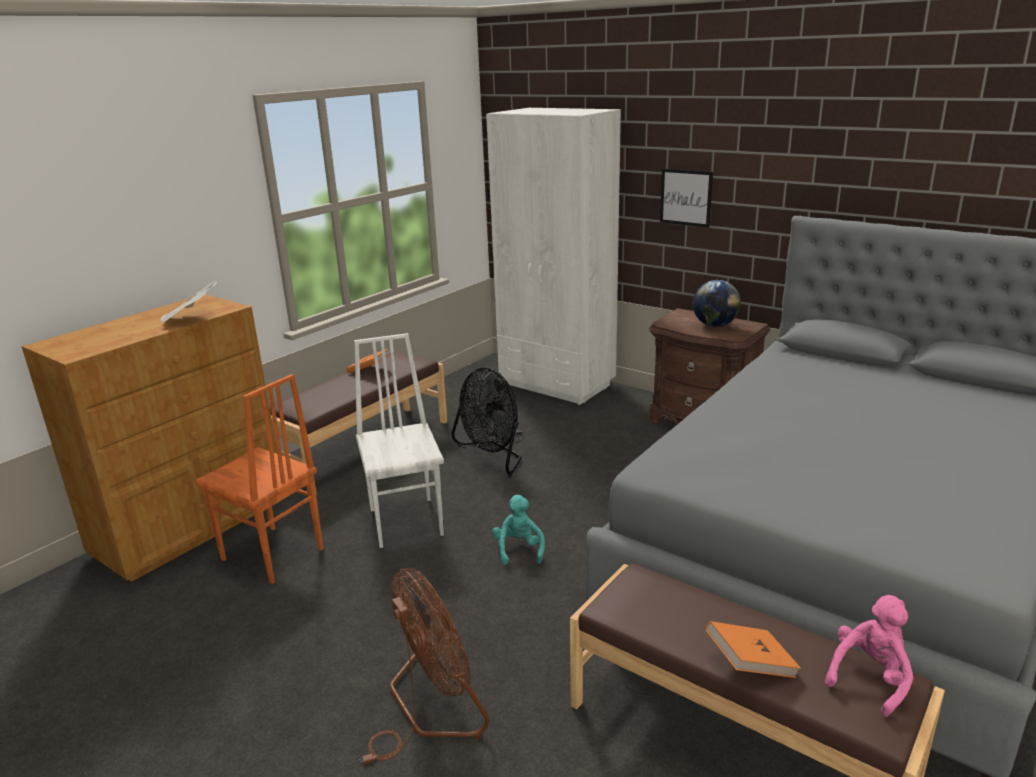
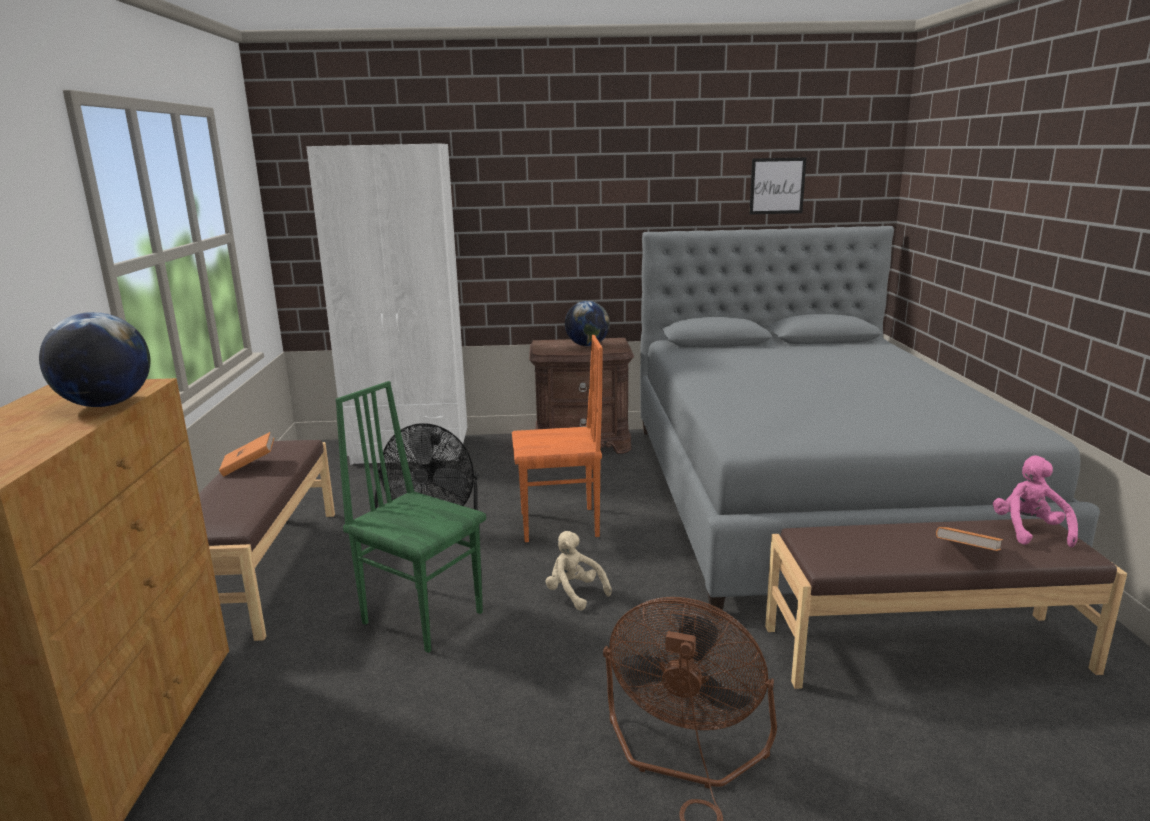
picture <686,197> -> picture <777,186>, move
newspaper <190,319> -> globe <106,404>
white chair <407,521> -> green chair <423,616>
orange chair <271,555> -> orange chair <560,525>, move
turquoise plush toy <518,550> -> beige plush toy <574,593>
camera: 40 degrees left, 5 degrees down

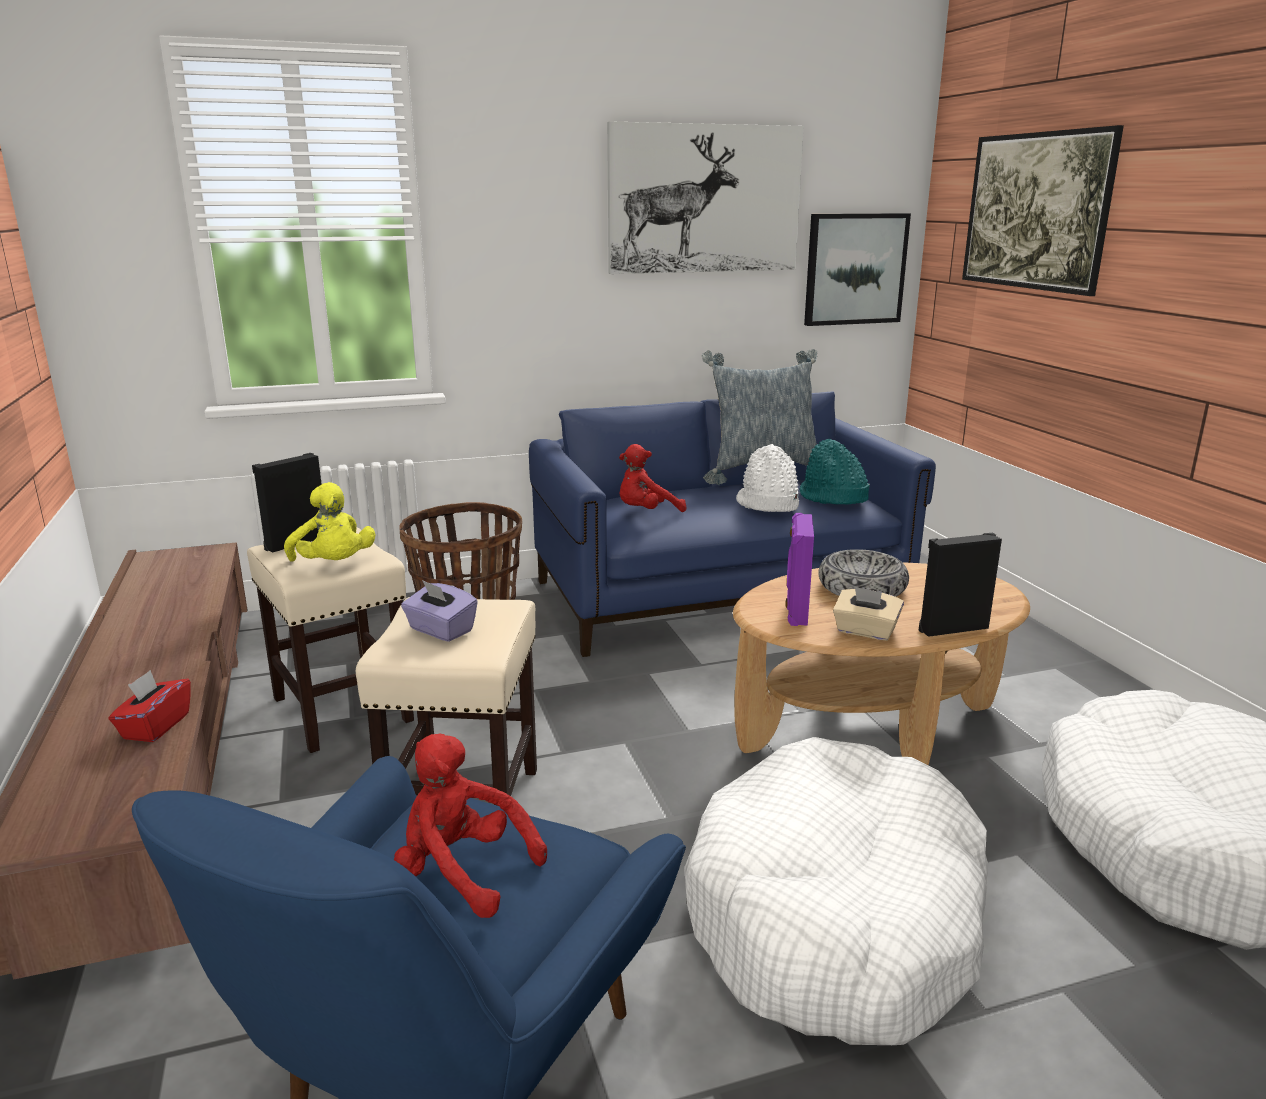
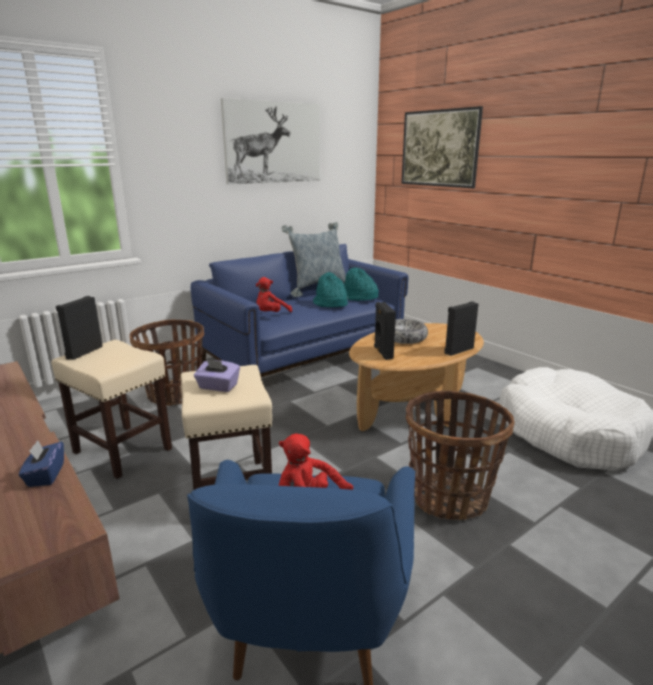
picture <855,269> -> none
white hat <767,504> -> turquoise hat <330,304>
yellow plush toy <334,565> -> none
purple speaker <795,611> -> black speaker <382,353>
beige tissue box <865,631> -> none
red tissue box <155,726> -> blue tissue box <45,475>
white dog bed <836,916> -> basket <449,498>
camera: 20 degrees left, 0 degrees up

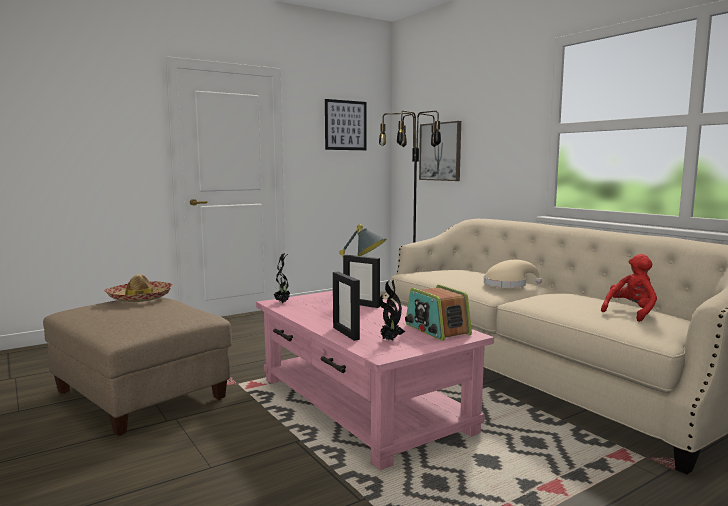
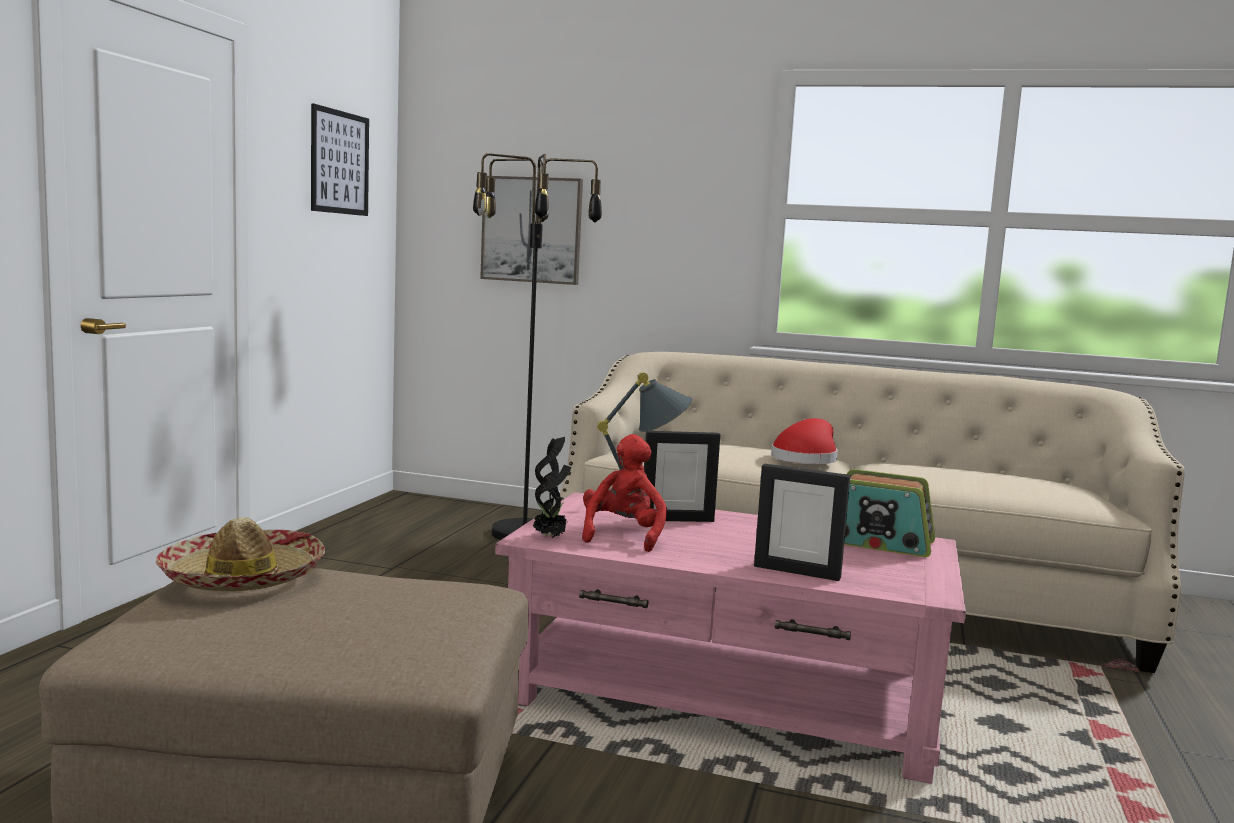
red plush toy <631,313> -> red plush toy <623,536>, move
beige hat <508,284> -> red hat <806,459>
potted plant <390,340> -> none
camera: 40 degrees left, 0 degrees up

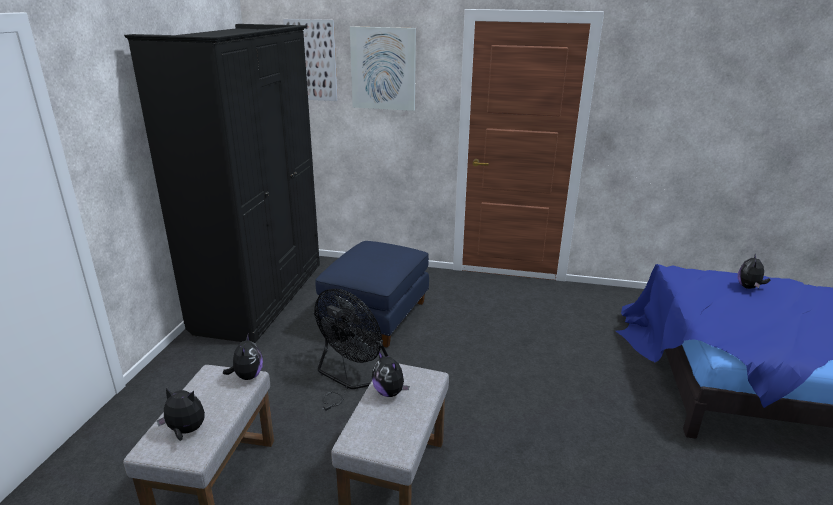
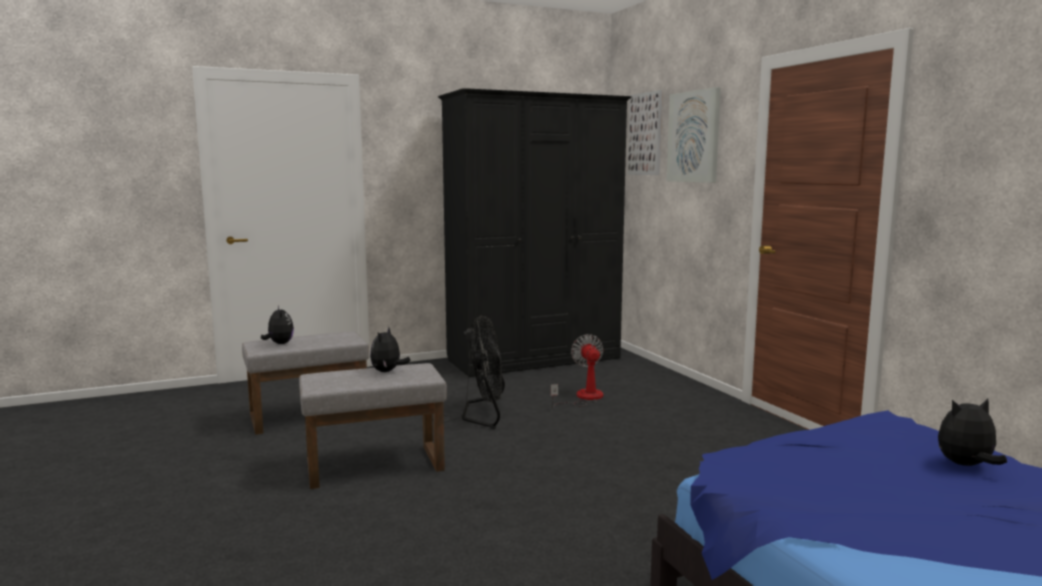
blue ottoman <376,316> -> fan <583,398>
plush toy <247,376> -> none
camera: 55 degrees right, 15 degrees down

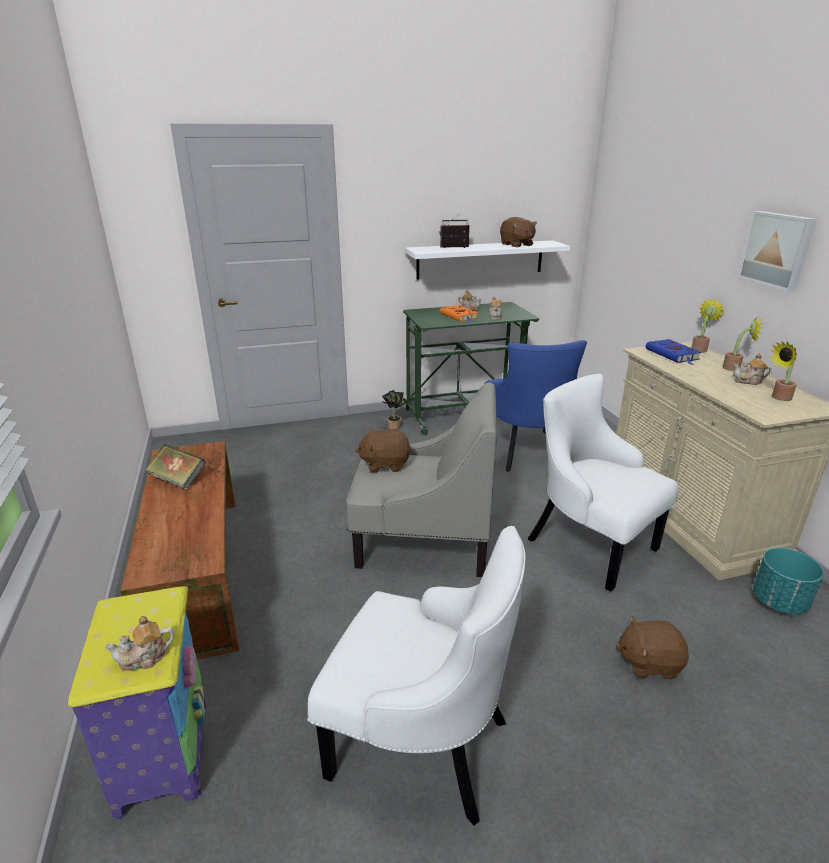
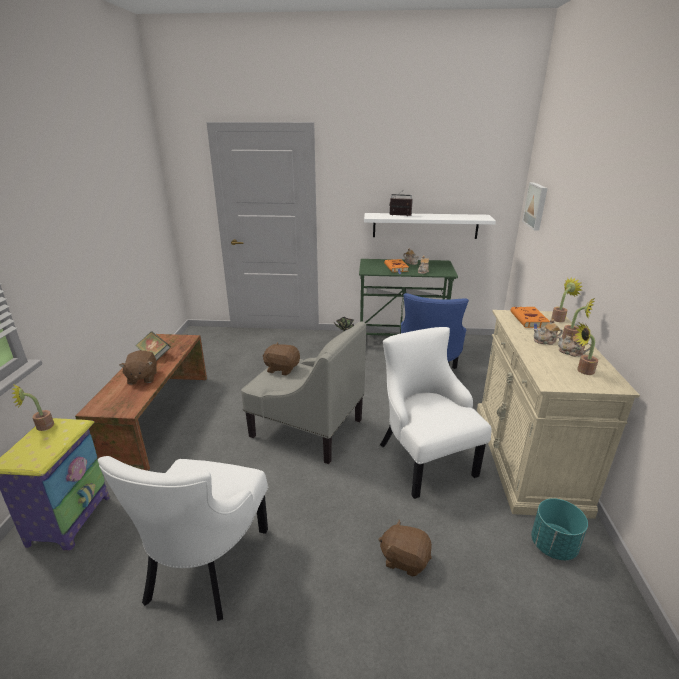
picture <777,250> -> picture <536,205>, move
brown plush toy <516,245> -> brown plush toy <142,378>, move
blue book <673,355> -> orange book <529,320>
white chair <417,744> -> white chair <207,561>, 60 degrees clockwise
teapot <144,658> -> teapot <545,341>, move
none -> potted plant <41,427>
camera: 20 degrees right, 0 degrees up

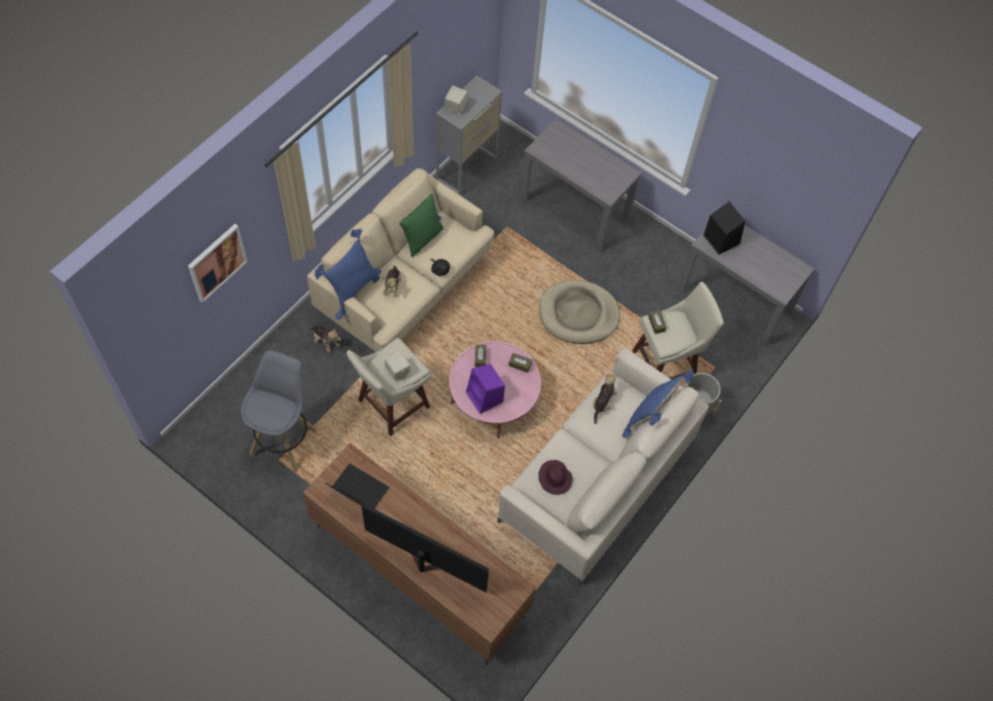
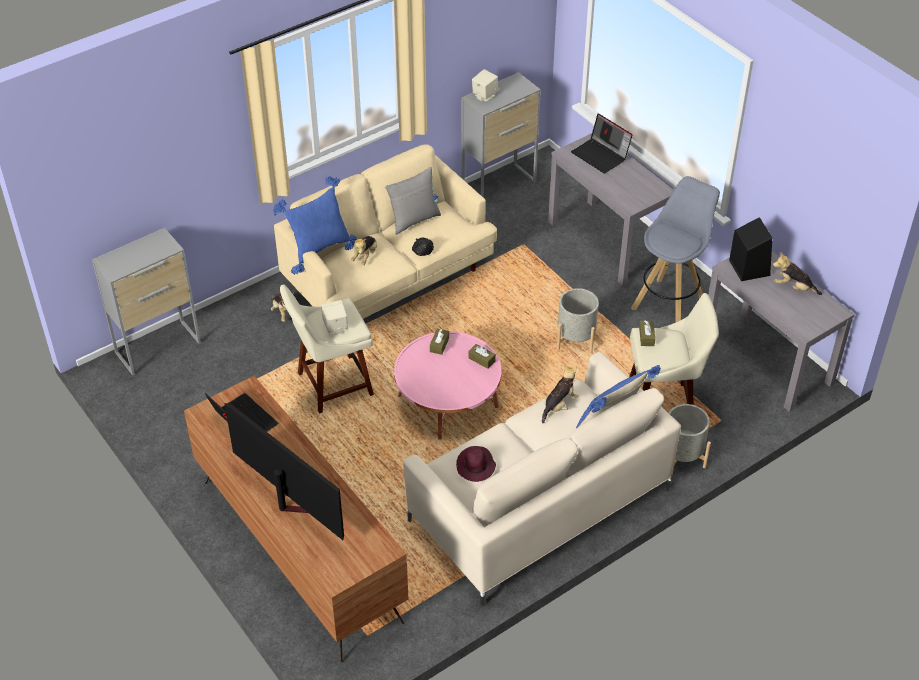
green pillow <422,239> -> grey pillow <414,220>
picture <216,262> -> none
beige dog bed <578,314> -> grey planter <575,339>
grey stool <285,440> -> grey stool <670,304>, move
purple speaker <485,397> -> none
none -> laptop <601,155>
none -> grey cabinet <159,347>
none -> plush toy <794,287>
camera: 20 degrees right, 15 degrees down

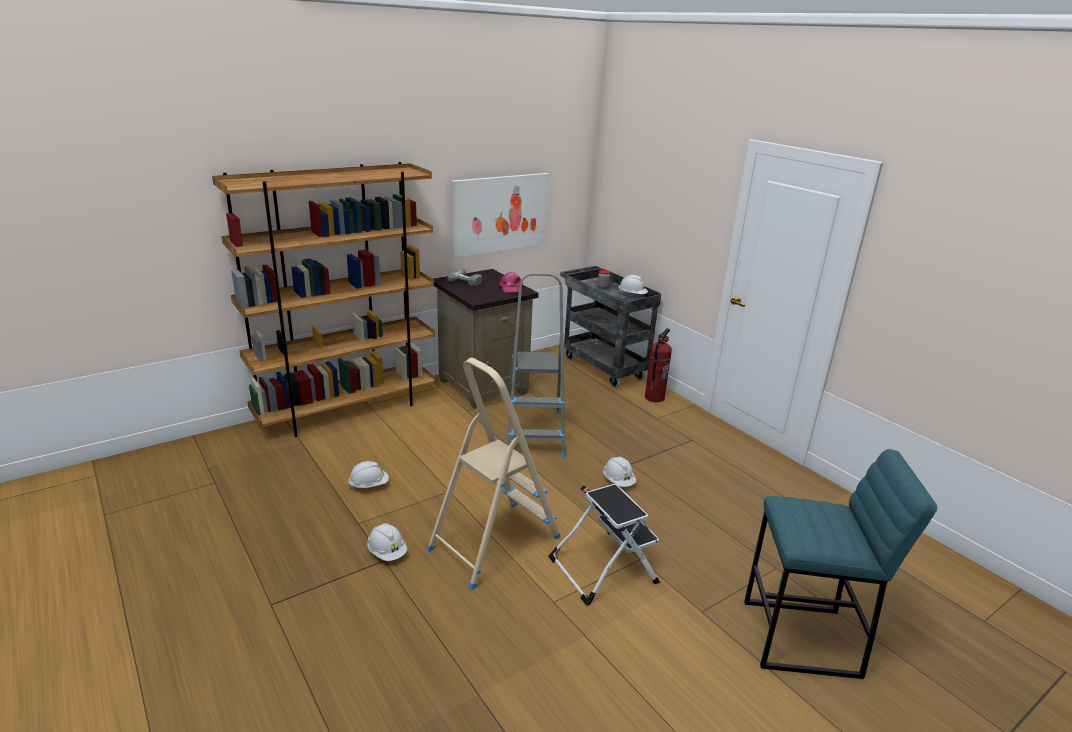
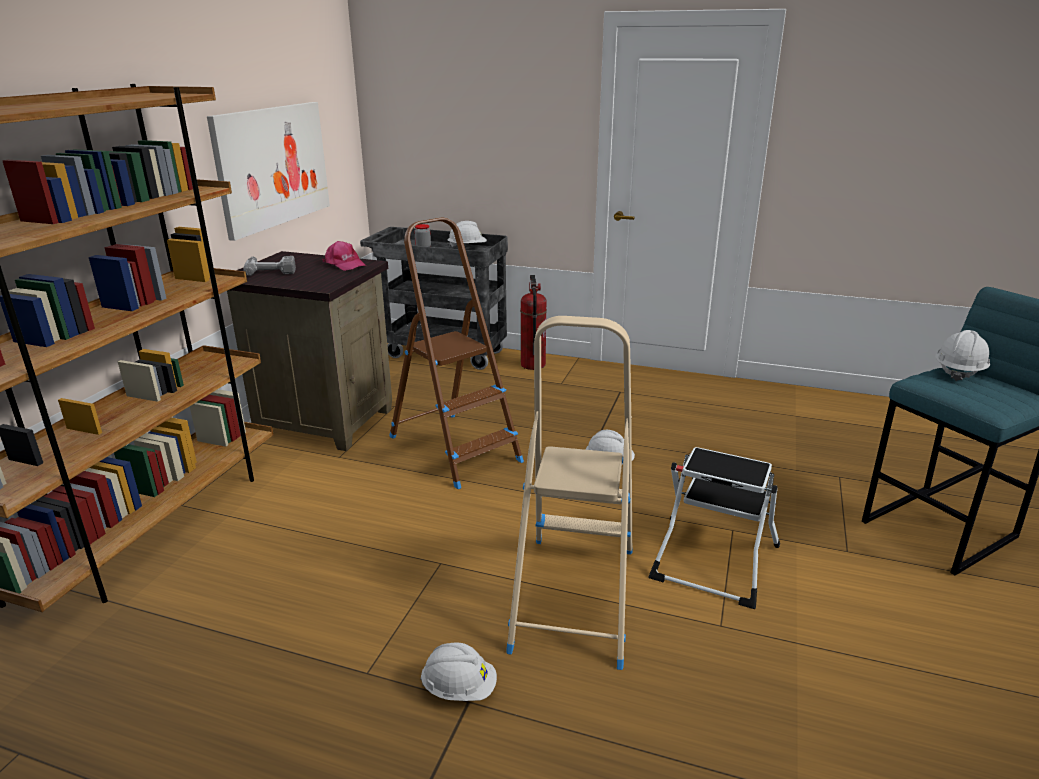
grey step ladder <534,432> -> brown step ladder <455,449>
white hard hat <369,485> -> white hard hat <958,371>, move
camera: 35 degrees left, 0 degrees up

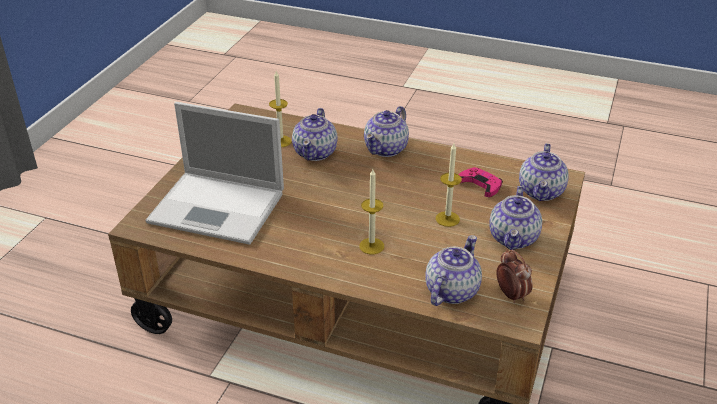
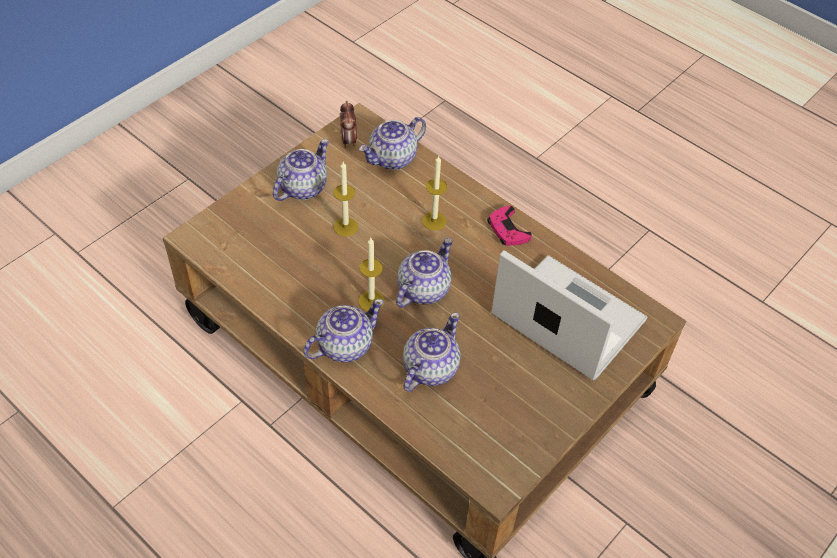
candle <280,141> -> candle <371,301>, move
teapot <542,192> -> teapot <423,289>, move
pink game controller <480,184> -> pink game controller <507,230>, move
camera: 160 degrees left, 15 degrees up

